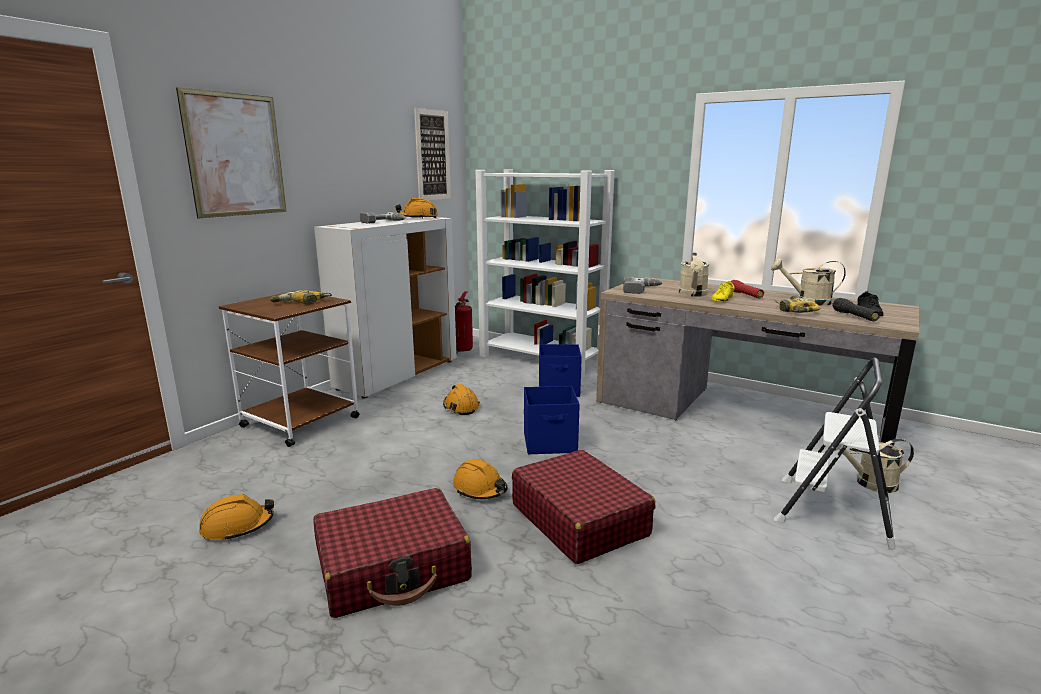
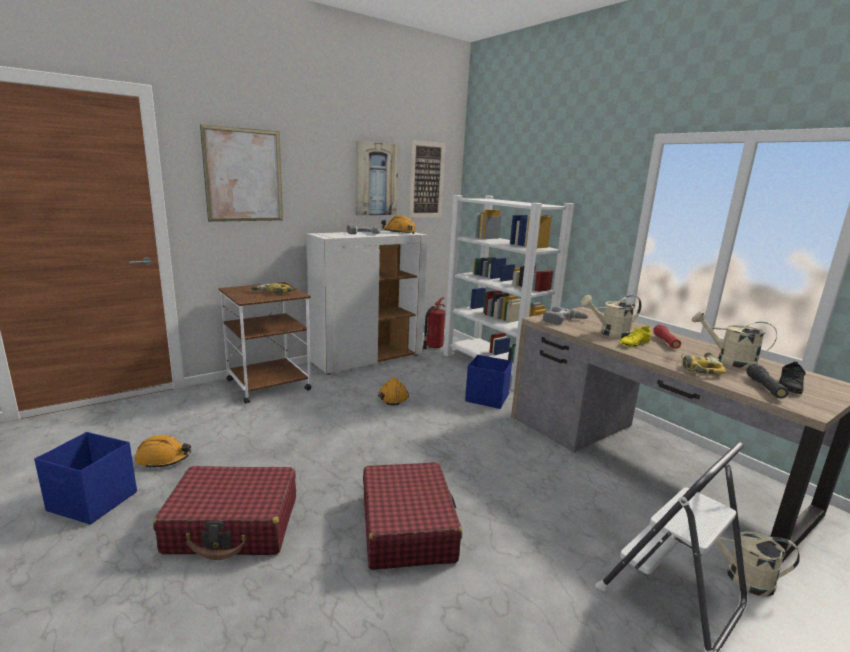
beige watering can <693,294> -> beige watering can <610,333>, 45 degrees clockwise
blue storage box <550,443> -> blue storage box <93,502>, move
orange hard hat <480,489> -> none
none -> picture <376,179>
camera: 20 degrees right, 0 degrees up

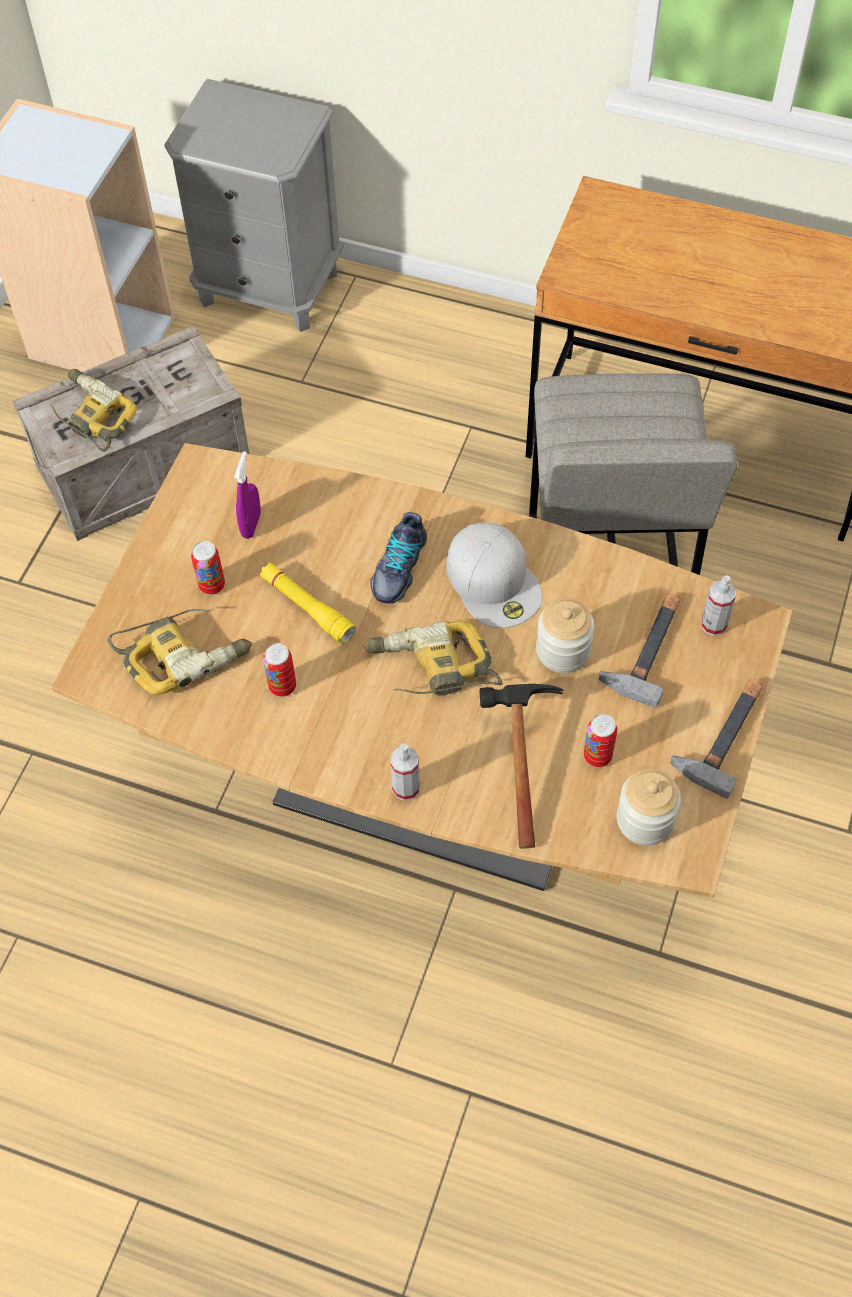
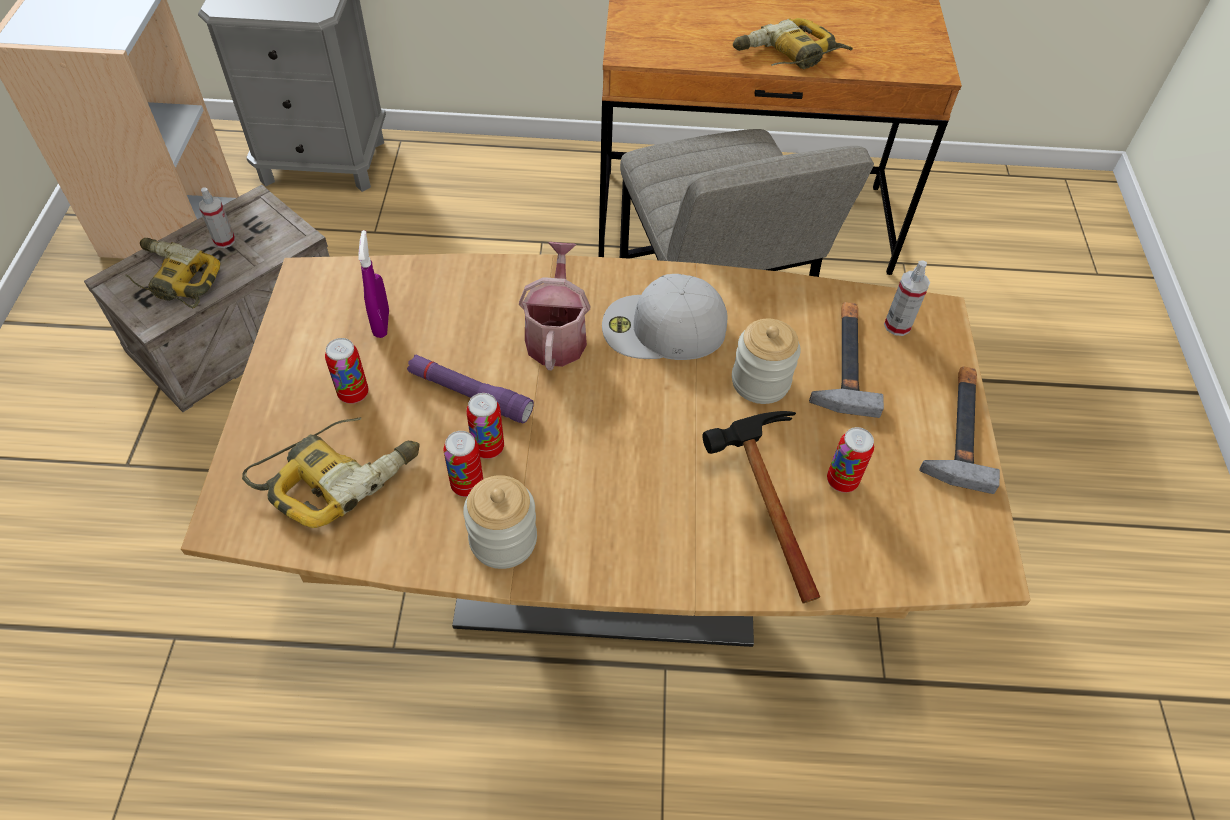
shoe <398,567> -> watering can <556,334>
white cap <494,581> -> white cap <662,328>, 135 degrees clockwise
yellow flashlight <307,607> -> purple flashlight <470,395>
power drill <431,669> -> power drill <788,56>, move
spray bottle <406,788> -> spray bottle <224,240>, move
jar <645,820> -> jar <503,540>, move
none -> can <488,448>
camera: 20 degrees left, 5 degrees down

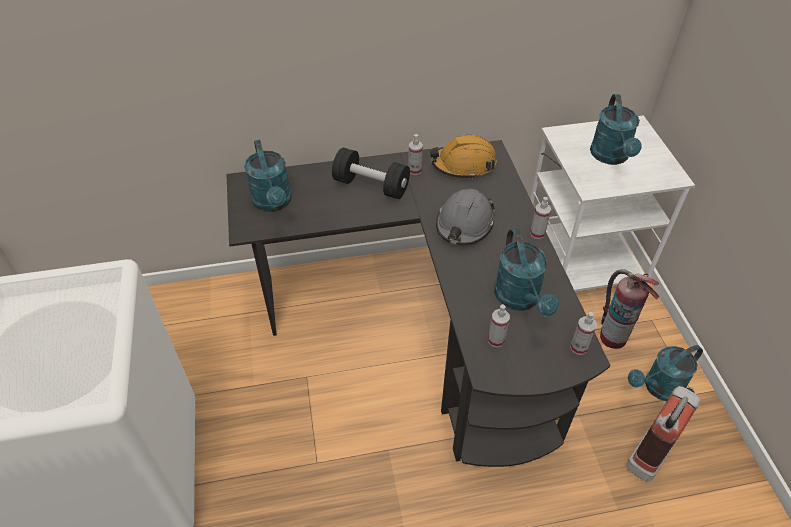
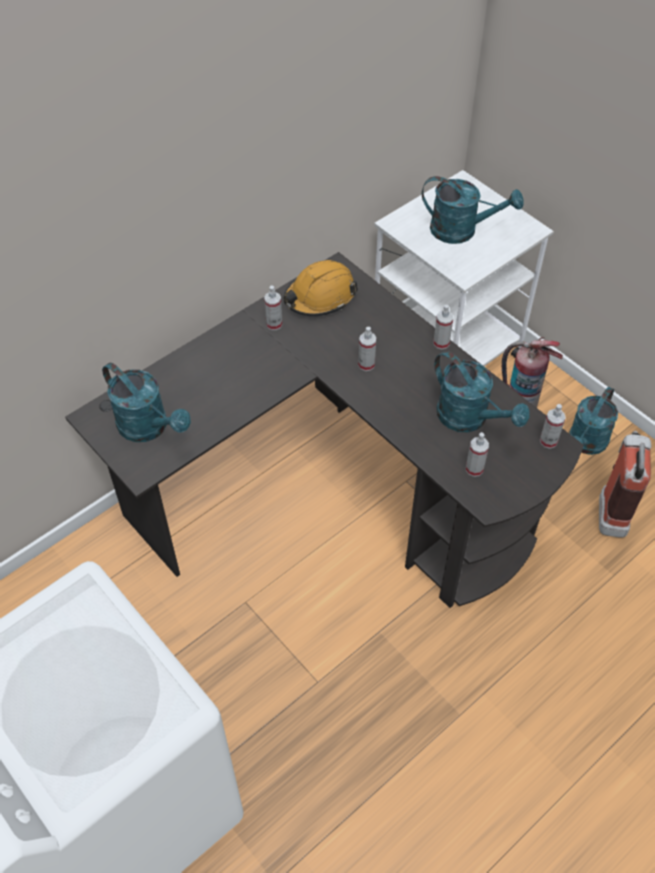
turquoise watering can <611,157> -> turquoise watering can <462,231>, 45 degrees counterclockwise
black dumbbell <371,186> -> none
grey hard hat <464,225> -> spray bottle <366,364>
camera: 30 degrees left, 5 degrees up

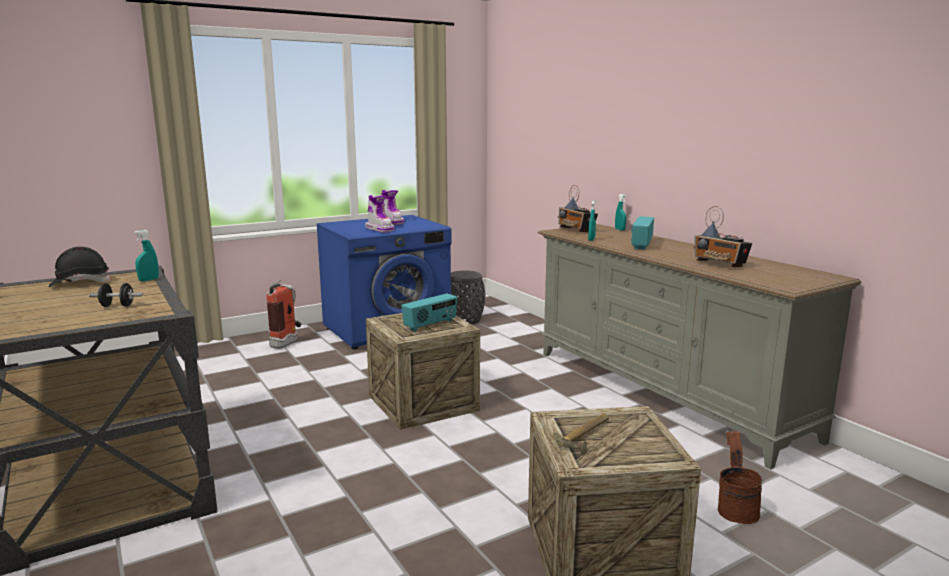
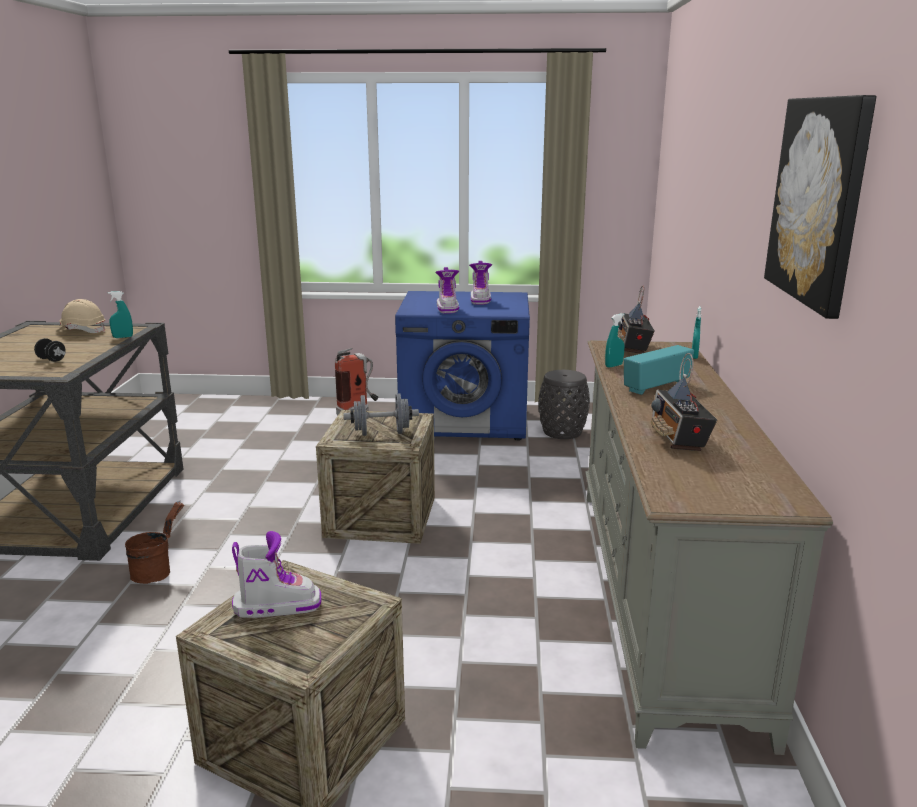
black hard hat <80,283> -> beige hard hat <82,331>
radio <430,325> -> grey dumbbell <382,433>
hammer <586,436> -> boot <277,605>
brown bucket <735,509> -> brown bucket <157,571>, move
none -> picture <818,201>
camera: 35 degrees right, 5 degrees up

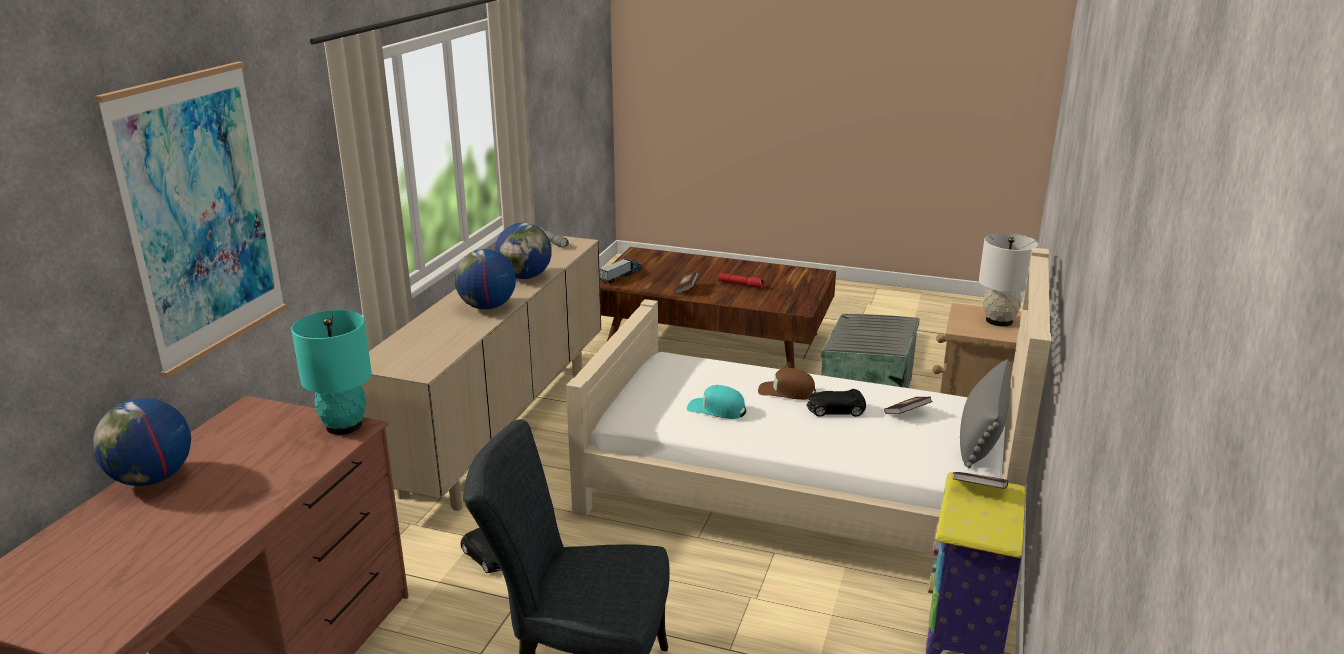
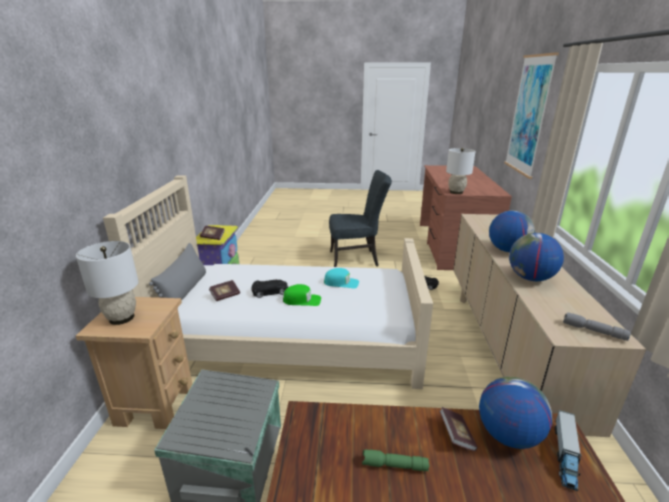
red flashlight <741,284> -> green flashlight <394,466>
turquoise table lamp <344,425> -> white table lamp <456,192>
brown cap <786,391> -> green cap <302,300>
globe <152,479> -> globe <507,435>, move
camera: 165 degrees right, 0 degrees up

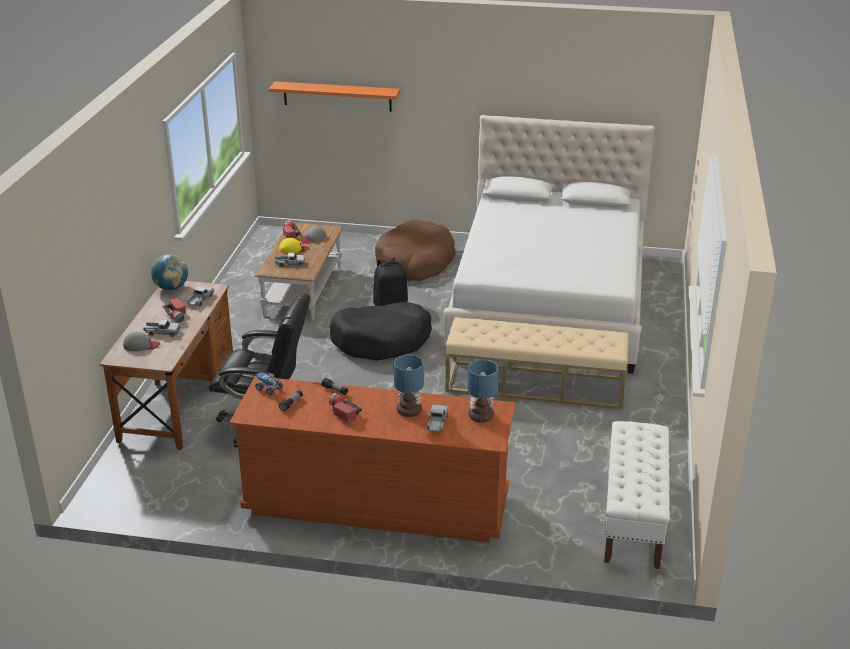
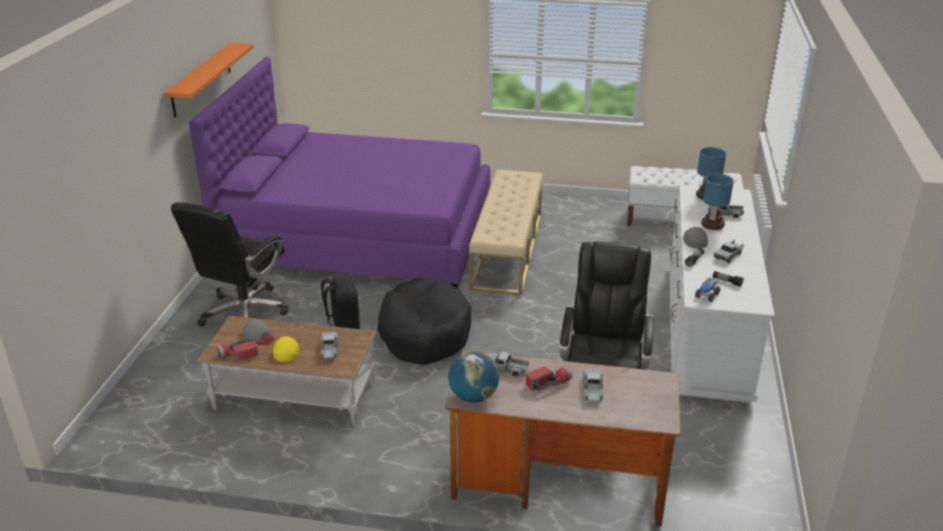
orange shelf <337,96> -> orange shelf <201,79>, move
white bed <549,303> -> purple bed <359,237>
brown dog bed <415,262> -> black office chair <244,313>
grey cap <141,345> -> grey cap <694,239>, move
brown dresser <376,503> -> white dresser <706,330>
flashlight <343,412> -> toy truck <728,255>
camera: 90 degrees left, 0 degrees up

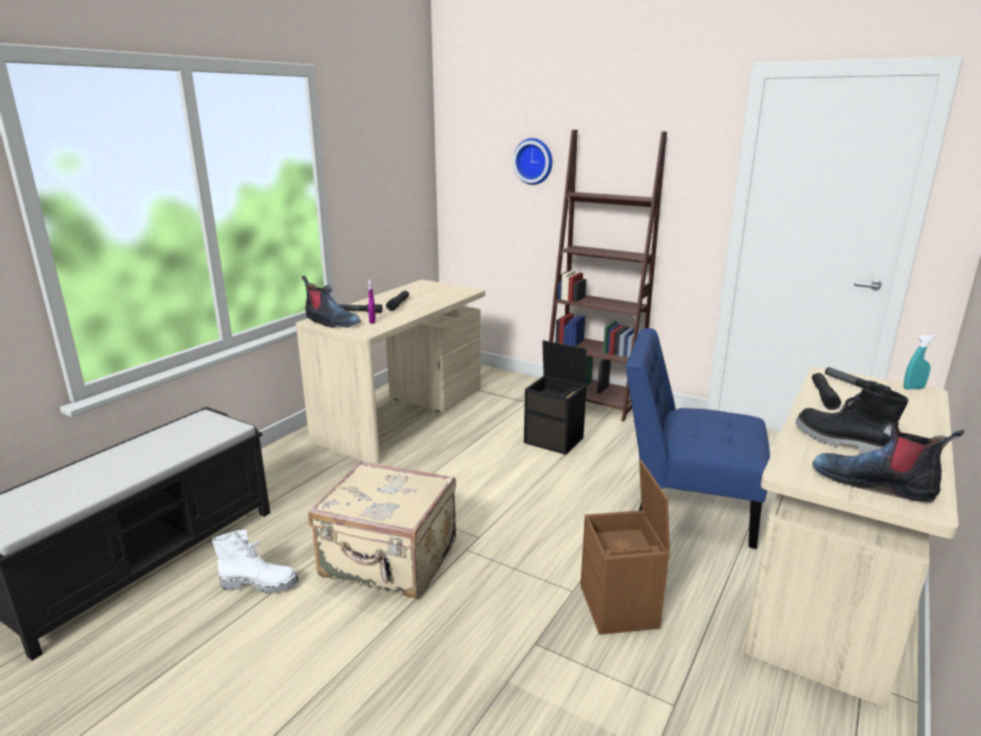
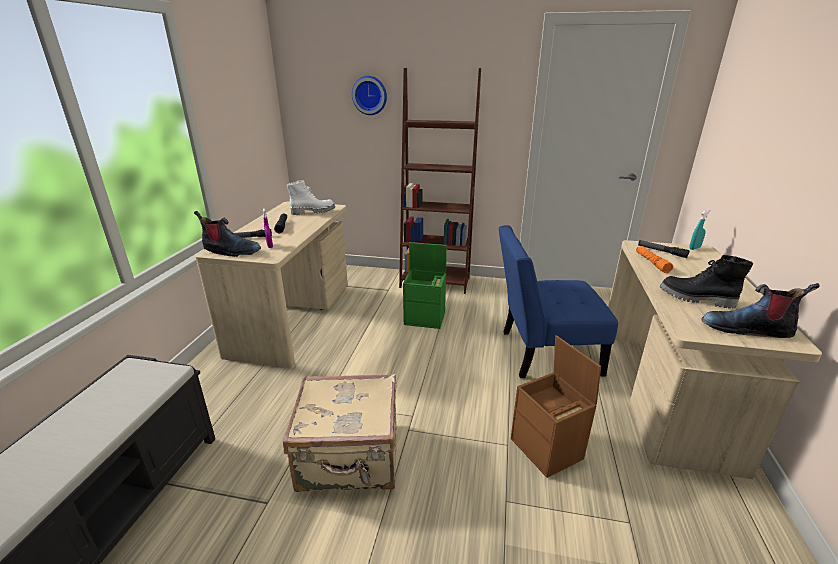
black storage box <555,440> -> green storage box <425,318>
black flashlight <823,396> -> orange flashlight <651,263>
white boot <260,583> -> white boot <313,211>, move
camera: 20 degrees left, 5 degrees up

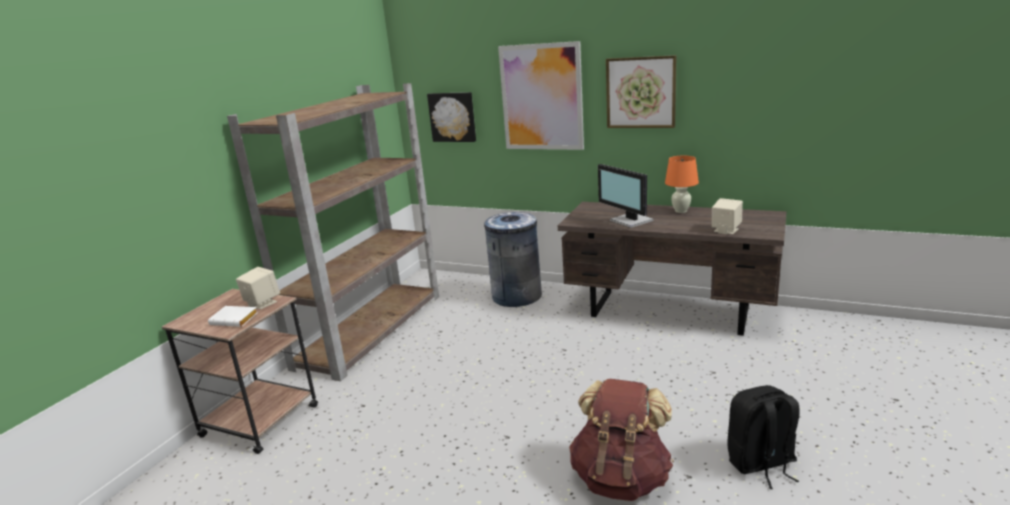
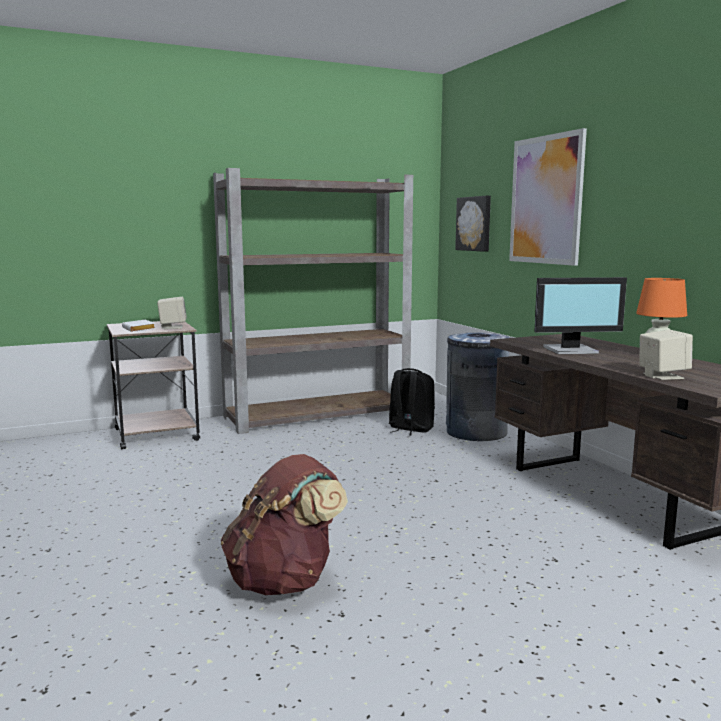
picture <640,92> -> none
monitor <630,221> -> monitor <572,350>, 105 degrees counterclockwise
black backpack <761,464> -> black backpack <410,429>, move
camera: 40 degrees right, 10 degrees down

